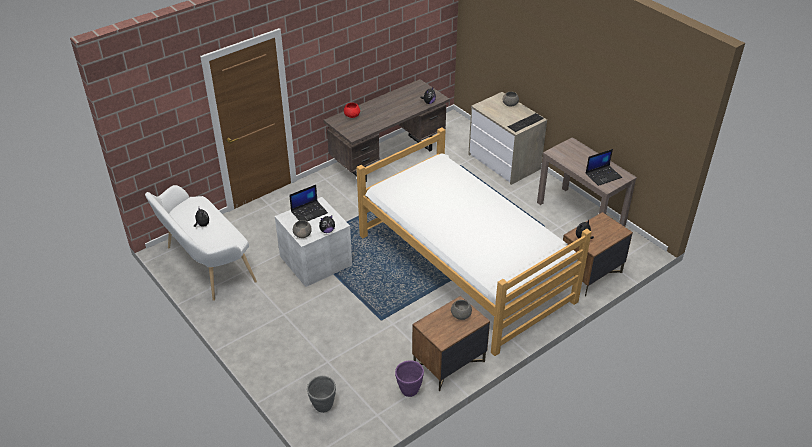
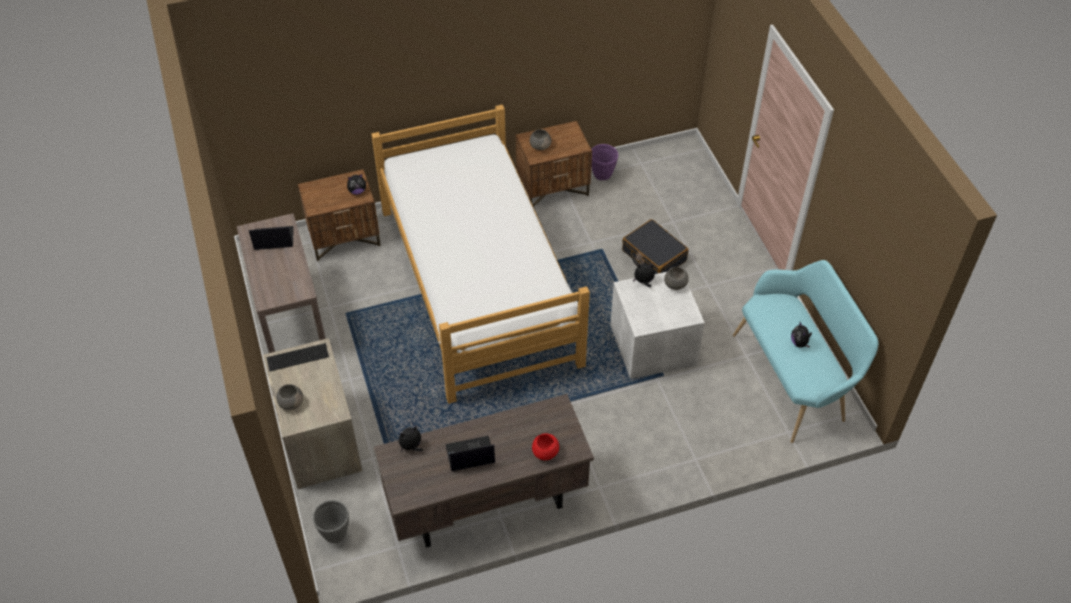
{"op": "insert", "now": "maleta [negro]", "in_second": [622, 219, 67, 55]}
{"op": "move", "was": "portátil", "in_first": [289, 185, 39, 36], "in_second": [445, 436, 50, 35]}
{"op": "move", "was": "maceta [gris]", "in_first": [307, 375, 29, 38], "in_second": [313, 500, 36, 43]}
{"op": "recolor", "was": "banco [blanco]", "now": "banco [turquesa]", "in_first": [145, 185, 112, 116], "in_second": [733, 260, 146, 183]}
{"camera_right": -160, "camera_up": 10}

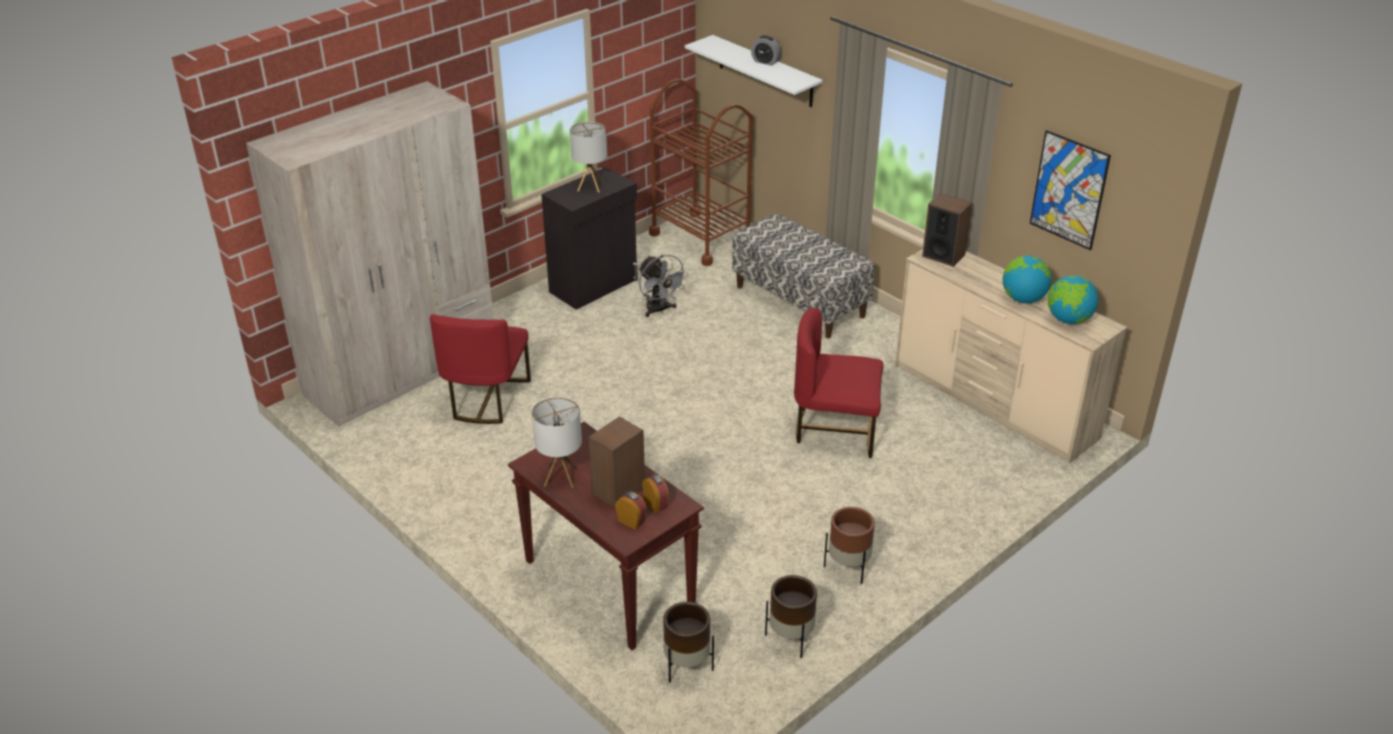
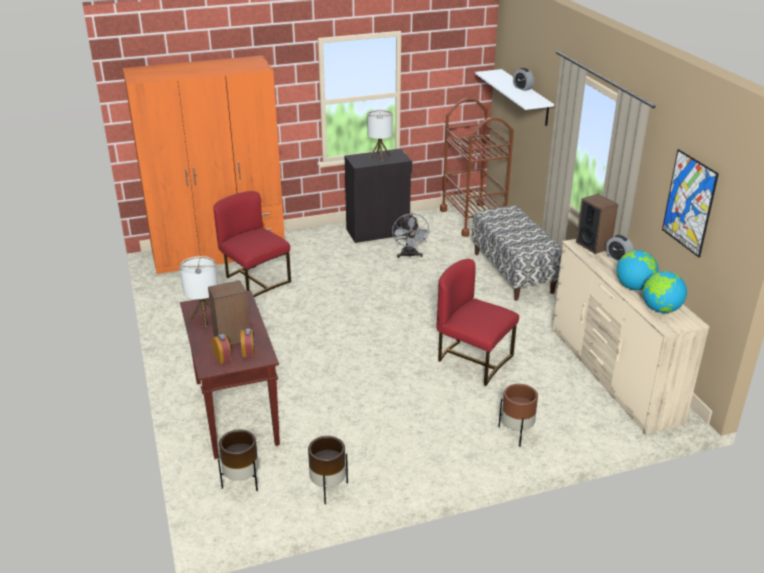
{"op": "insert", "now": "despertador", "in_second": [605, 235, 28, 26]}
{"op": "move", "was": "maceta [marrón]", "in_first": [824, 507, 51, 77], "in_second": [498, 384, 40, 63]}
{"op": "recolor", "was": "armario ropero [beis]", "now": "armario ropero [naranja]", "in_first": [246, 81, 248, 346], "in_second": [123, 55, 162, 219]}
{"op": "rotate", "was": "silla [rojo]", "in_first": [430, 314, 101, 110], "in_second": [214, 191, 77, 106], "clockwise": 105}
{"camera_right": 25, "camera_up": -5}

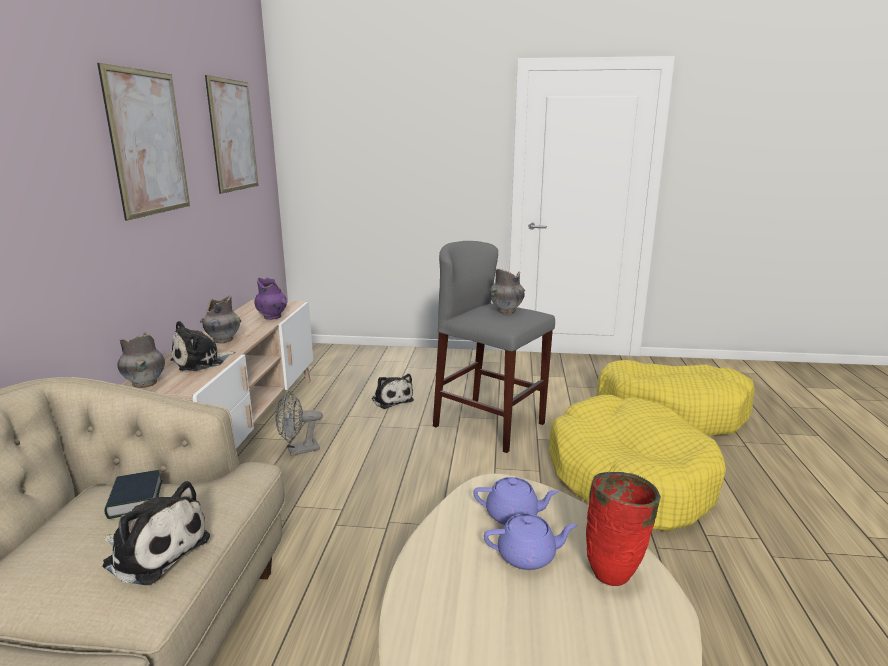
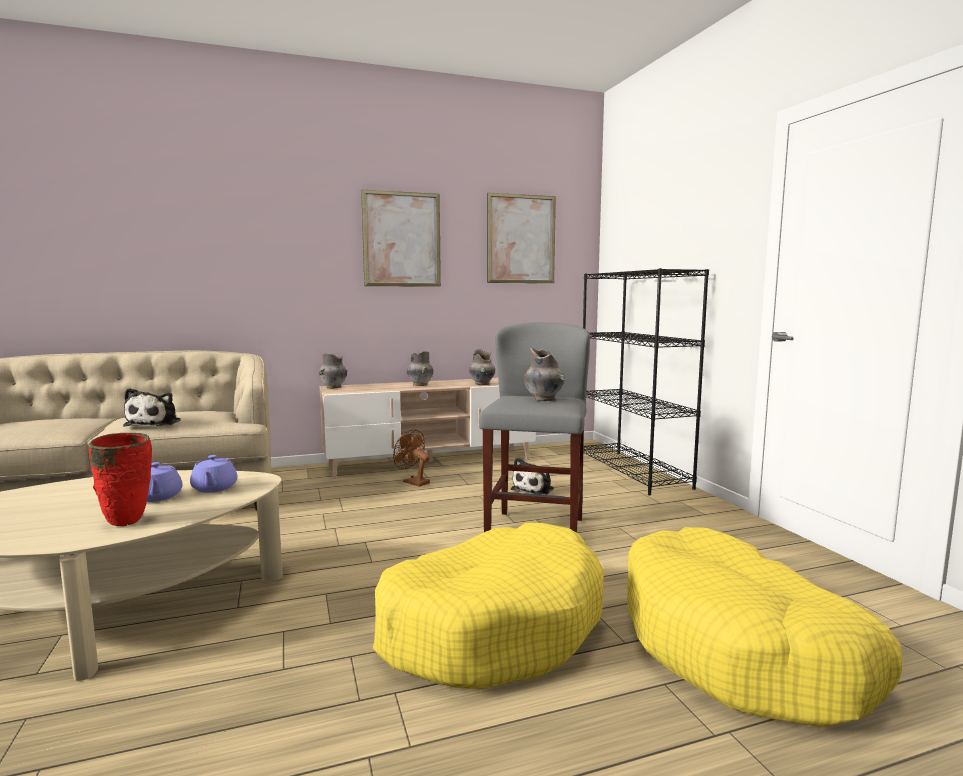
{"op": "delete", "was": "libro", "in_first": [104, 470, 59, 49]}
{"op": "delete", "was": "peluche", "in_first": [170, 321, 66, 50]}
{"op": "insert", "now": "estantería [negro]", "in_second": [583, 268, 126, 227]}
{"op": "recolor", "was": "florero [morado]", "now": "florero [gris]", "in_first": [254, 278, 33, 42], "in_second": [469, 349, 26, 36]}
{"op": "recolor", "was": "ventilador [gris]", "now": "ventilador [marrón]", "in_first": [275, 391, 48, 65], "in_second": [393, 429, 37, 58]}
{"camera_right": 65, "camera_up": -10}

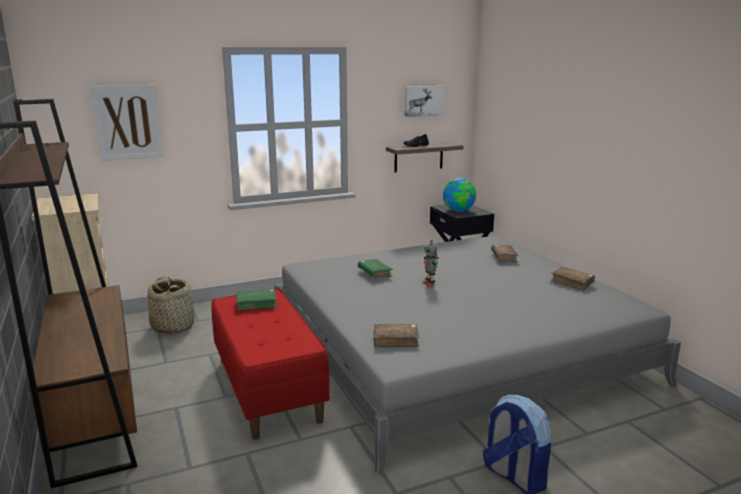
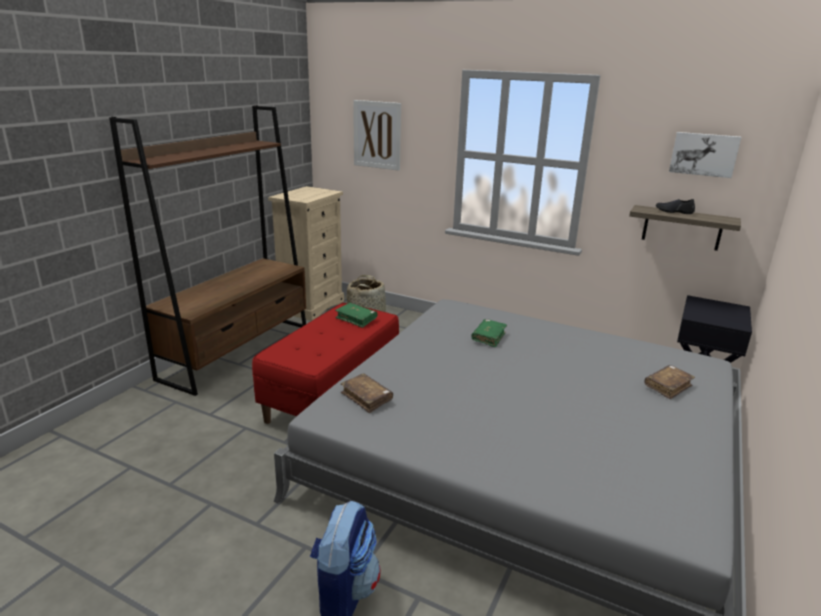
{"op": "delete", "was": "robot de juguete", "in_first": [423, 240, 16, 47]}
{"op": "delete", "was": "globo terráqueo", "in_first": [443, 178, 33, 34]}
{"op": "delete", "was": "libro [marrón]", "in_first": [551, 267, 44, 24]}
{"camera_right": 50, "camera_up": 5}

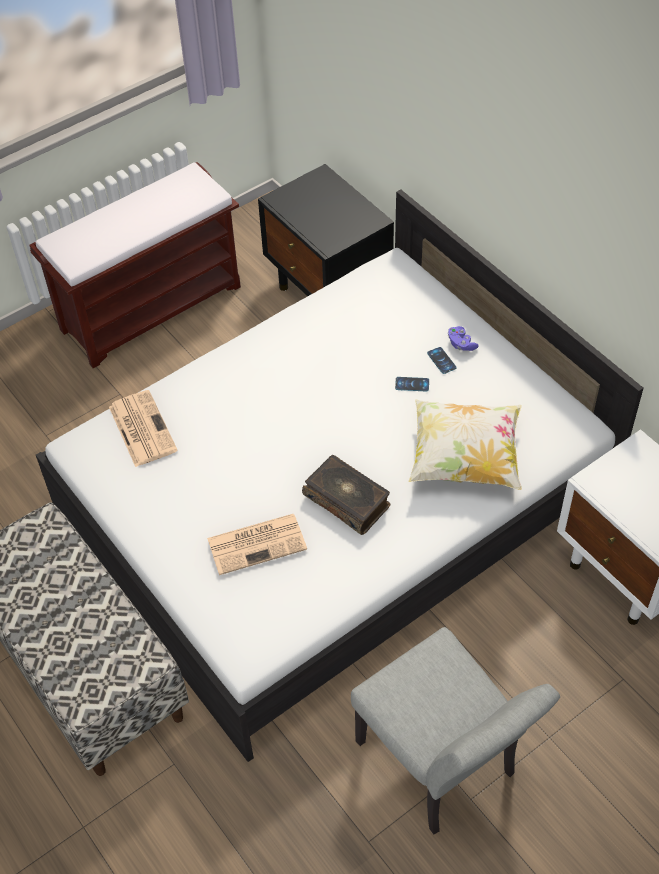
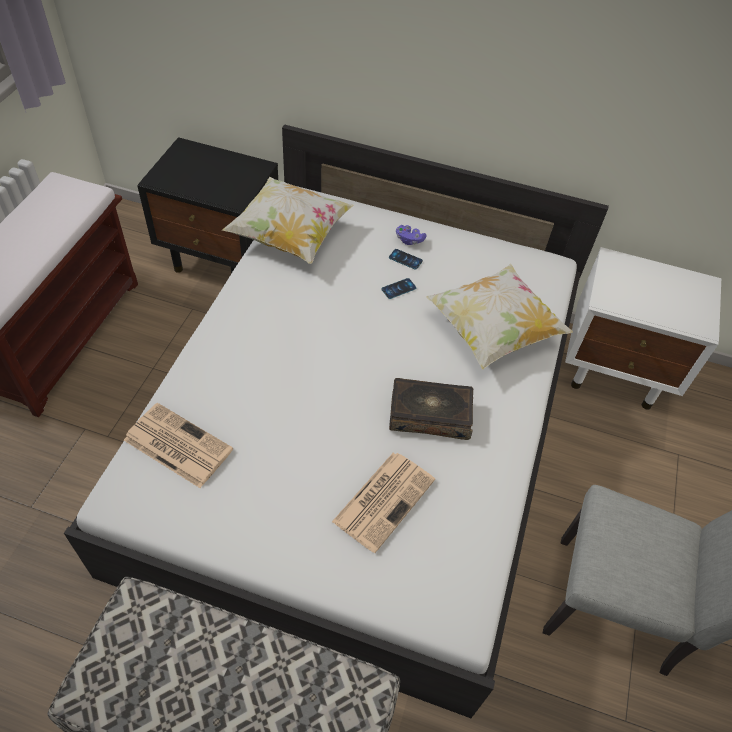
{"op": "insert", "now": "cojín", "in_second": [222, 177, 132, 87]}
{"camera_right": -40, "camera_up": 0}

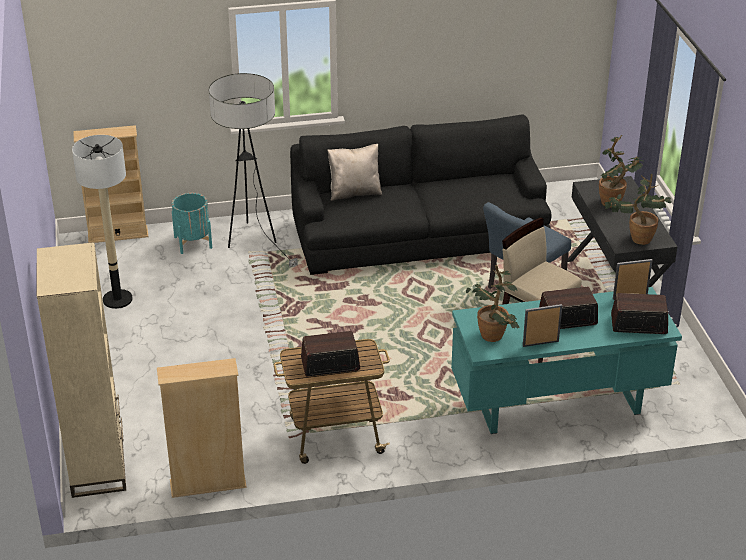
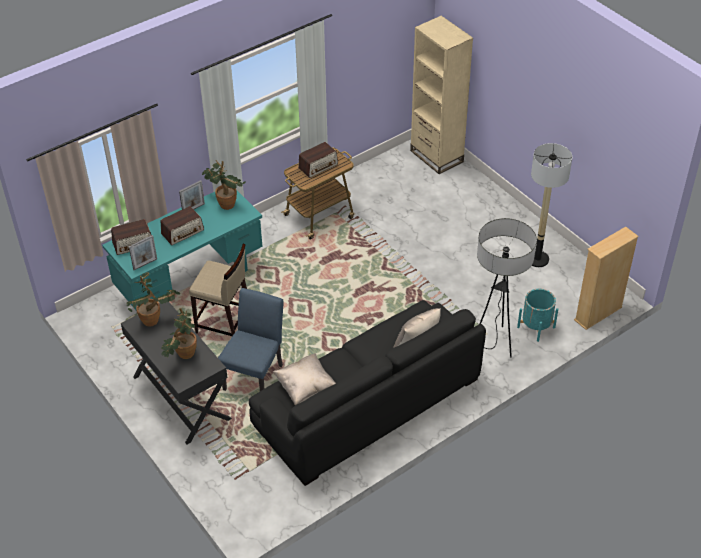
{"op": "delete", "was": "estantería [beis]", "in_first": [157, 358, 90, 140]}
{"op": "insert", "now": "cojín [beis]", "in_second": [273, 353, 63, 52]}
{"camera_right": 155, "camera_up": 10}

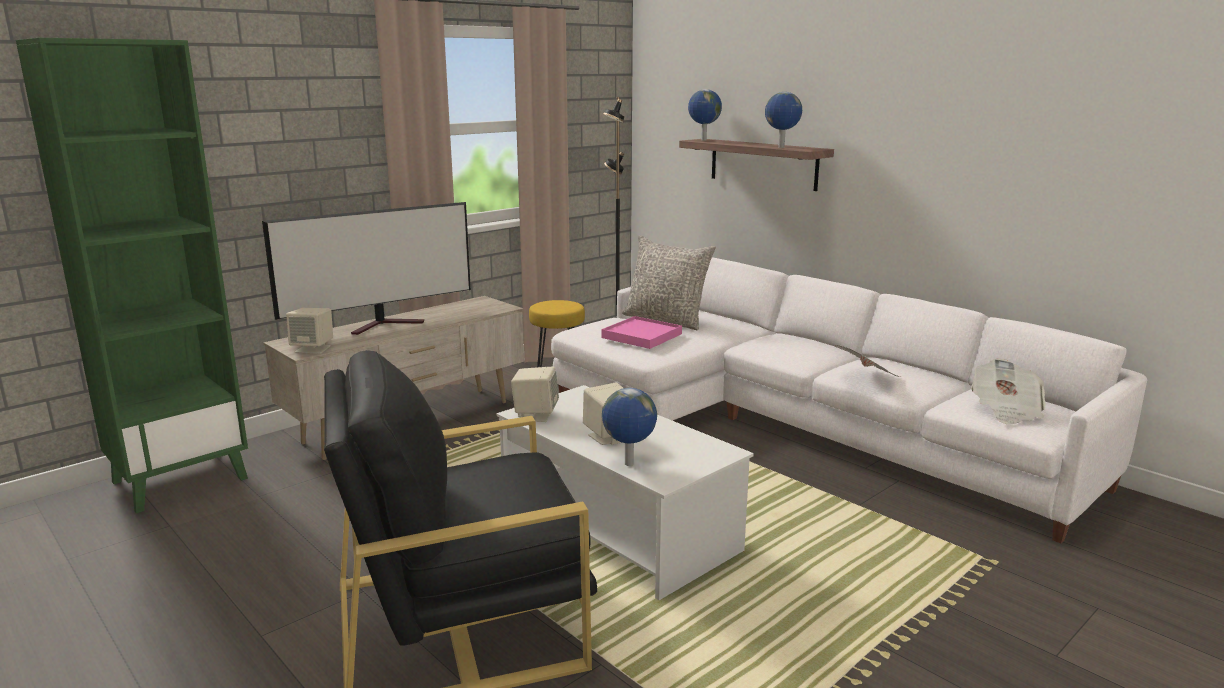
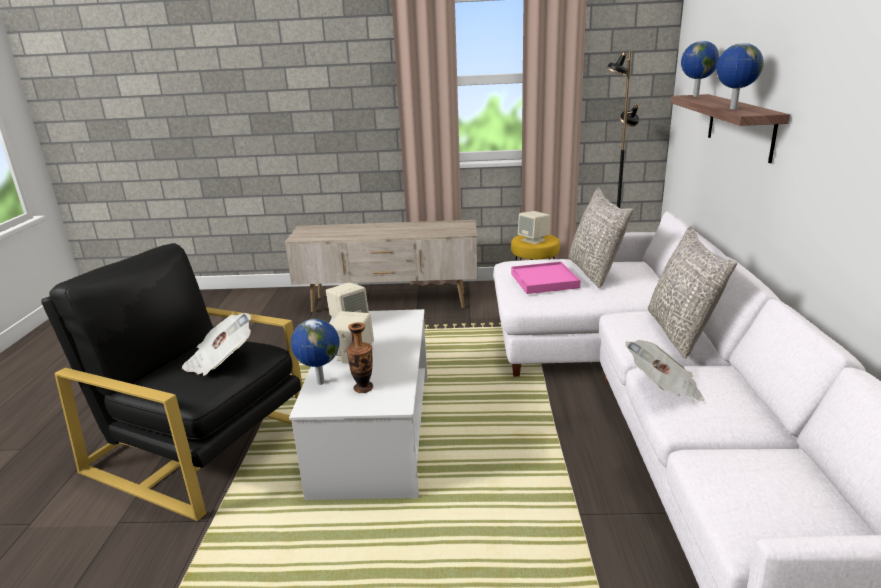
{"op": "delete", "was": "estantería [verde]", "in_first": [16, 38, 232, 475]}
{"op": "delete", "was": "televisor", "in_first": [262, 202, 209, 133]}
{"op": "insert", "now": "florero", "in_second": [346, 323, 27, 70]}
{"op": "insert", "now": "cojín [gris]", "in_second": [648, 226, 89, 133]}
{"op": "move", "was": "altavoz [beis]", "in_first": [286, 308, 47, 46], "in_second": [518, 211, 32, 33]}
{"op": "move", "was": "periódico", "in_first": [971, 358, 75, 66], "in_second": [182, 313, 70, 63]}
{"camera_right": 45, "camera_up": 5}

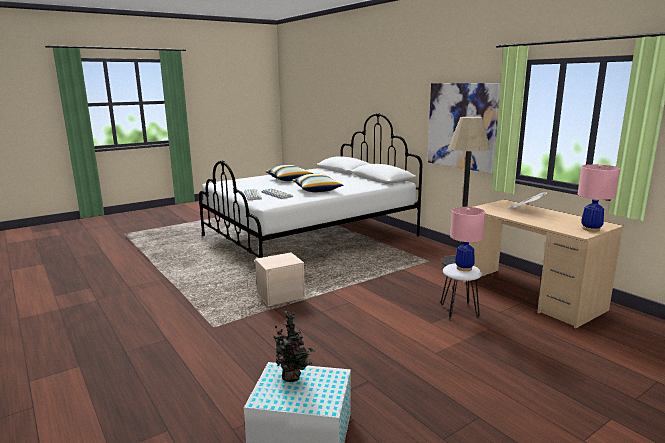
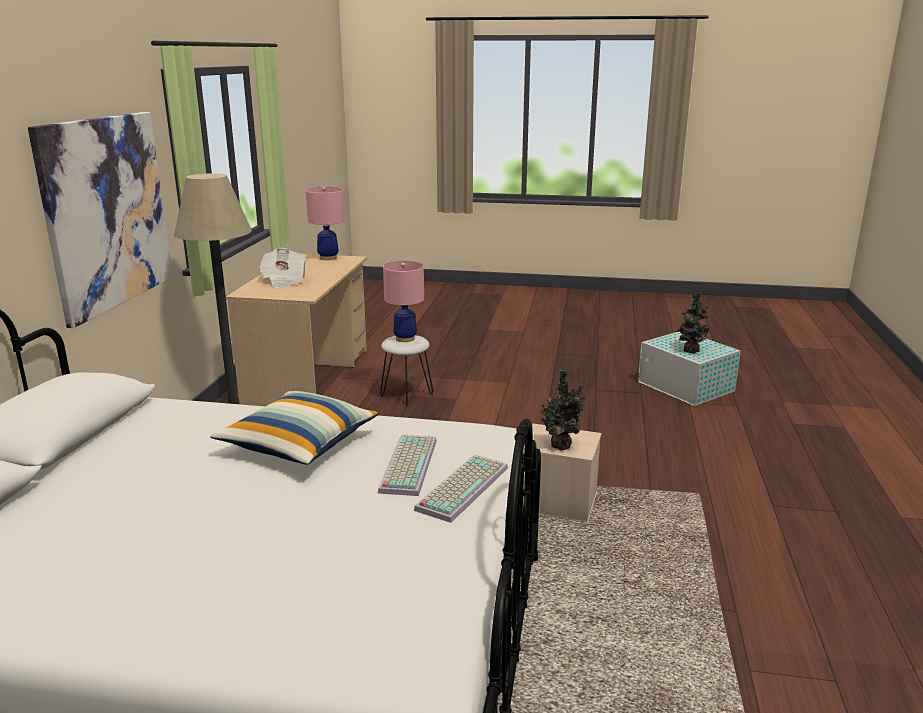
{"op": "delete", "was": "cojín", "in_first": [265, 165, 48, 16]}
{"op": "insert", "now": "planta en maceta", "in_second": [539, 369, 47, 81]}
{"camera_right": -135, "camera_up": 5}

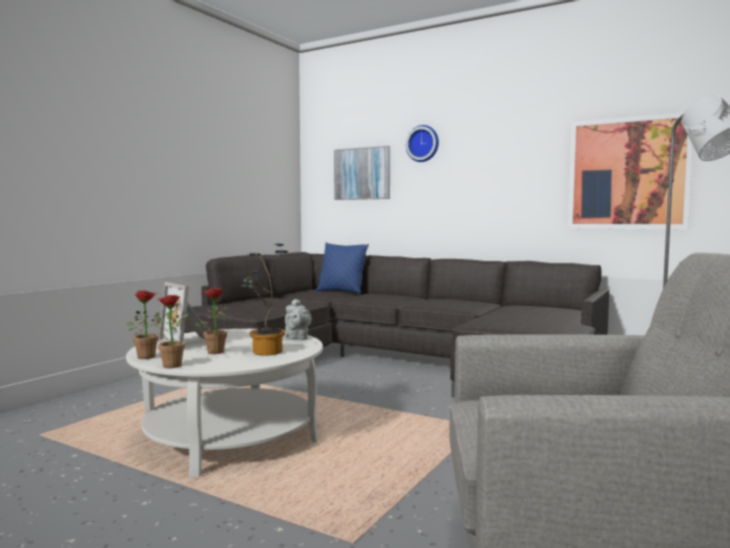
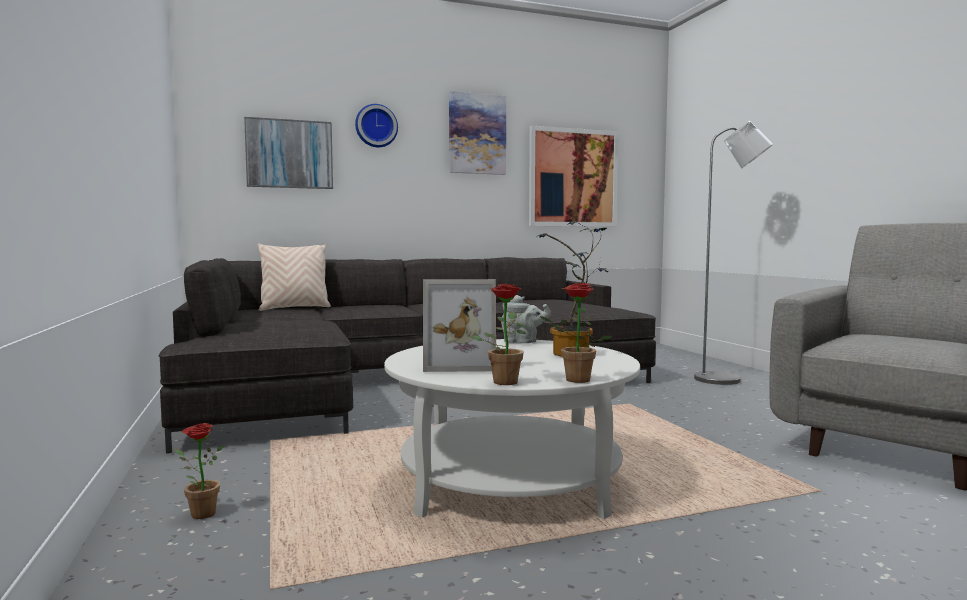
{"op": "insert", "now": "cuadro", "in_second": [449, 91, 57, 84]}
{"op": "move", "was": "planta en maceta", "in_first": [194, 288, 34, 66], "in_second": [174, 423, 50, 96]}
{"op": "recolor", "was": "cojín [azul]", "now": "cojín [beis]", "in_first": [316, 242, 53, 51], "in_second": [257, 243, 74, 68]}
{"camera_right": -50, "camera_up": 0}

